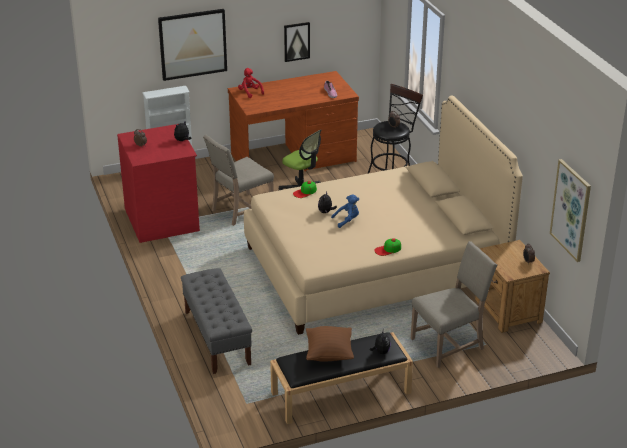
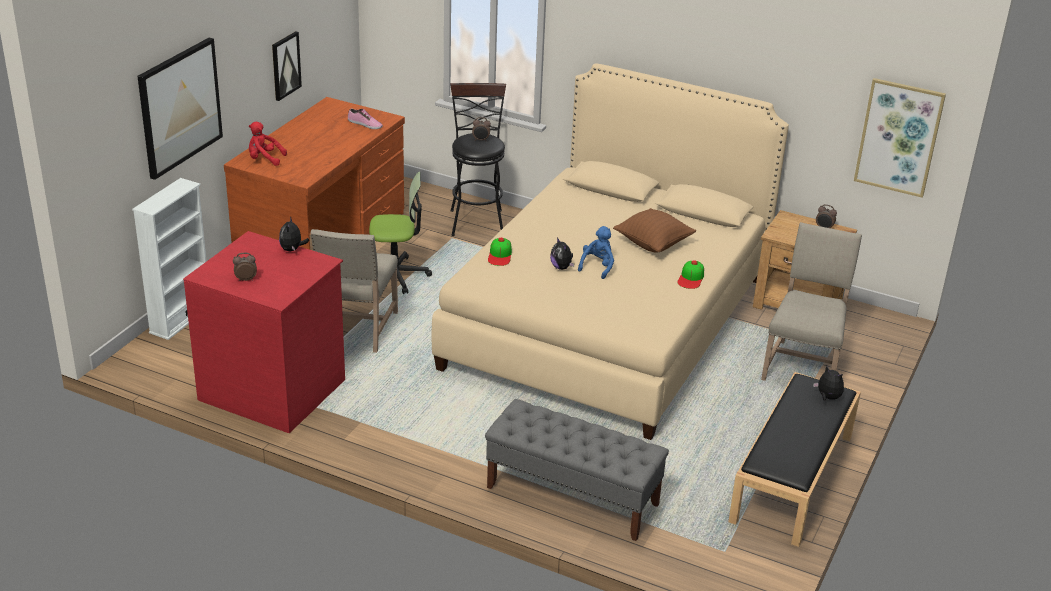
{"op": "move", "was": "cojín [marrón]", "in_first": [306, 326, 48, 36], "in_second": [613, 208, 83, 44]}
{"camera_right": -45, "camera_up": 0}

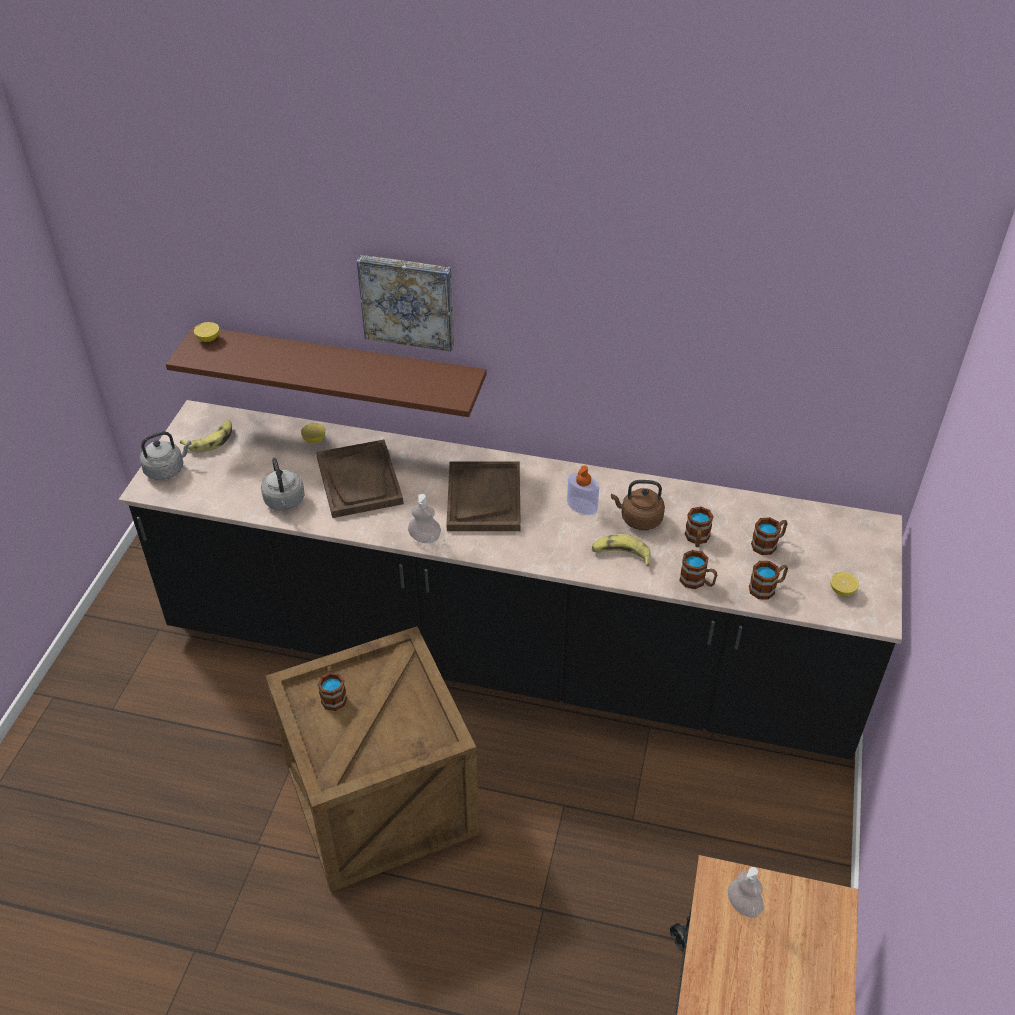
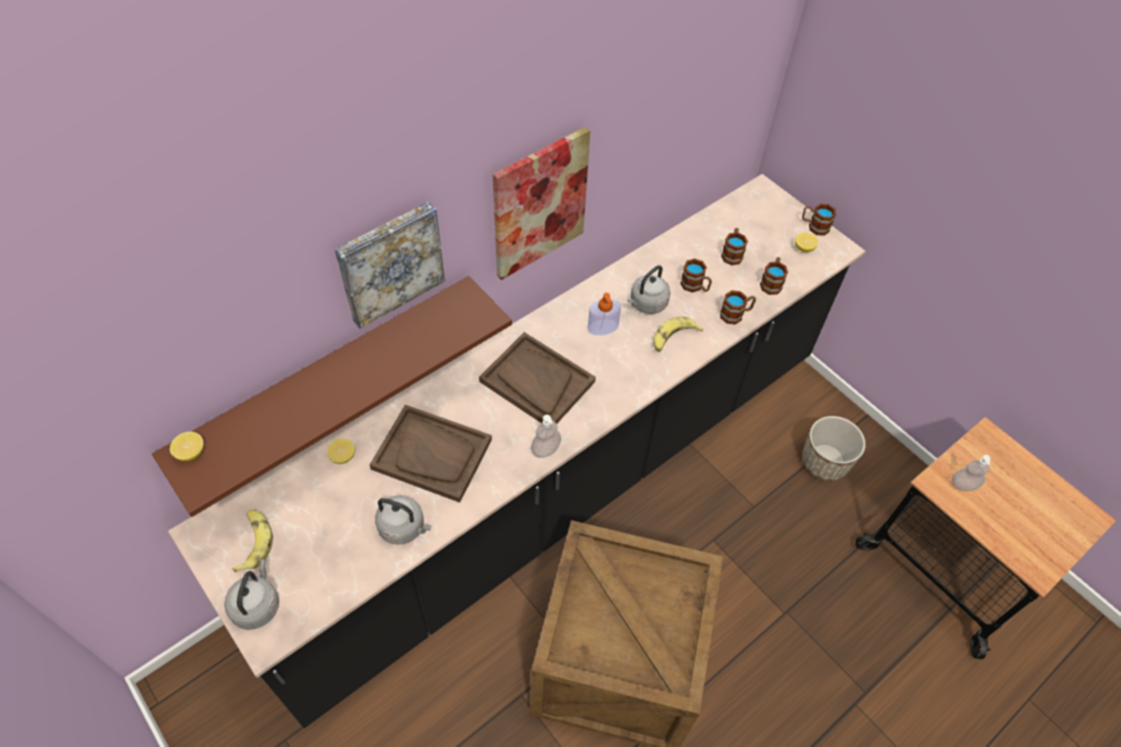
{"op": "insert", "now": "cuadro", "in_second": [493, 127, 97, 153]}
{"op": "insert", "now": "maceta", "in_second": [802, 416, 64, 65]}
{"op": "move", "was": "taza grande", "in_first": [318, 666, 29, 45], "in_second": [802, 204, 34, 32]}
{"op": "recolor", "was": "hervidor [marrón]", "now": "hervidor [gris]", "in_first": [611, 480, 54, 50], "in_second": [628, 265, 42, 49]}
{"camera_right": -55, "camera_up": 10}

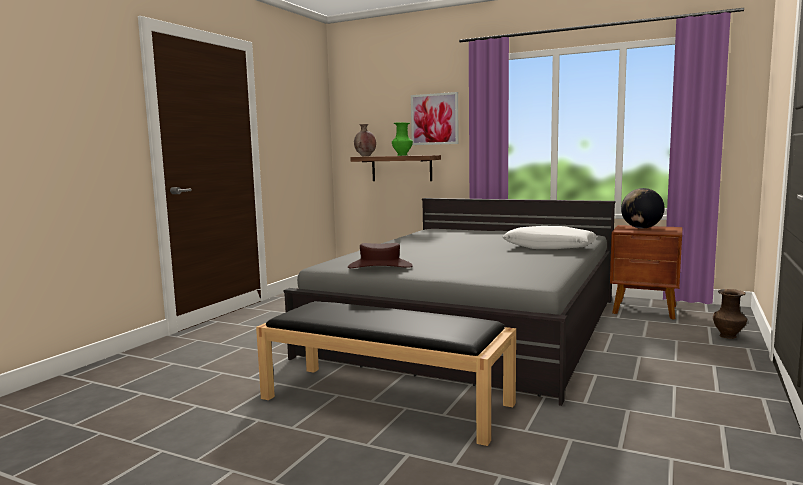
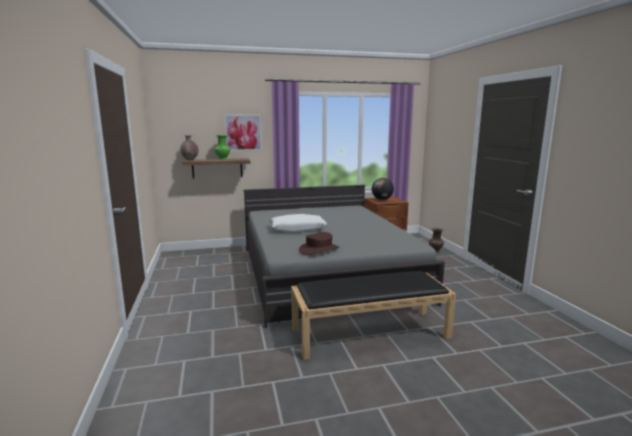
{"op": "move", "was": "cojín [blanco]", "in_first": [503, 226, 94, 23], "in_second": [269, 214, 58, 19]}
{"camera_right": -40, "camera_up": 5}

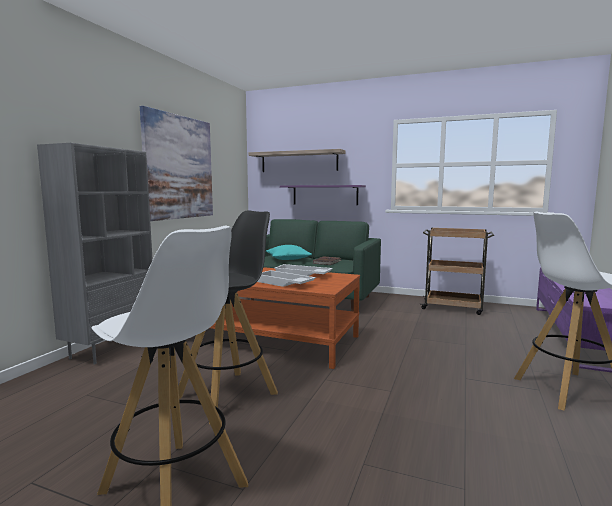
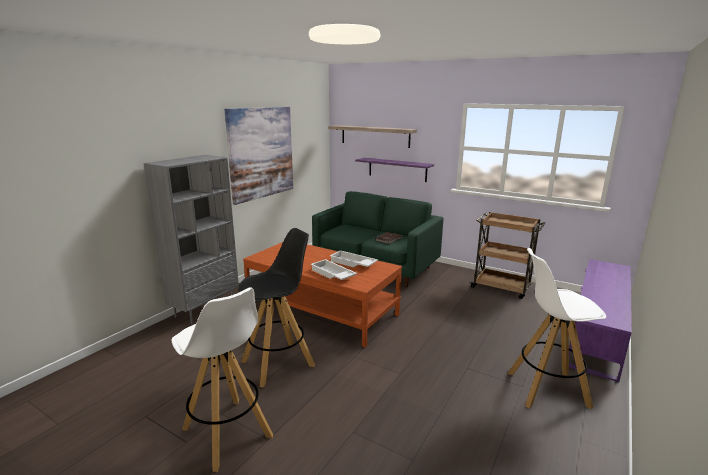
{"op": "delete", "was": "cojín [turquesa]", "in_first": [266, 245, 46, 15]}
{"camera_right": 10, "camera_up": 10}

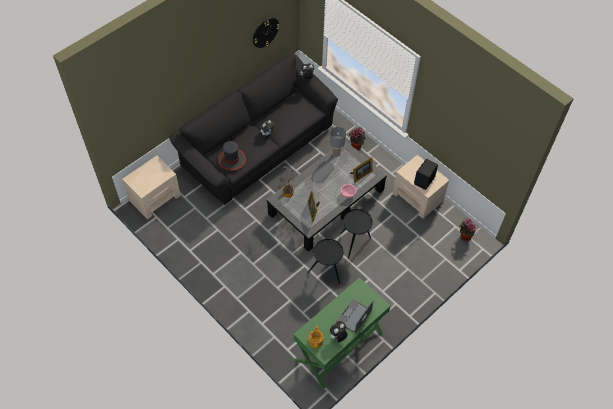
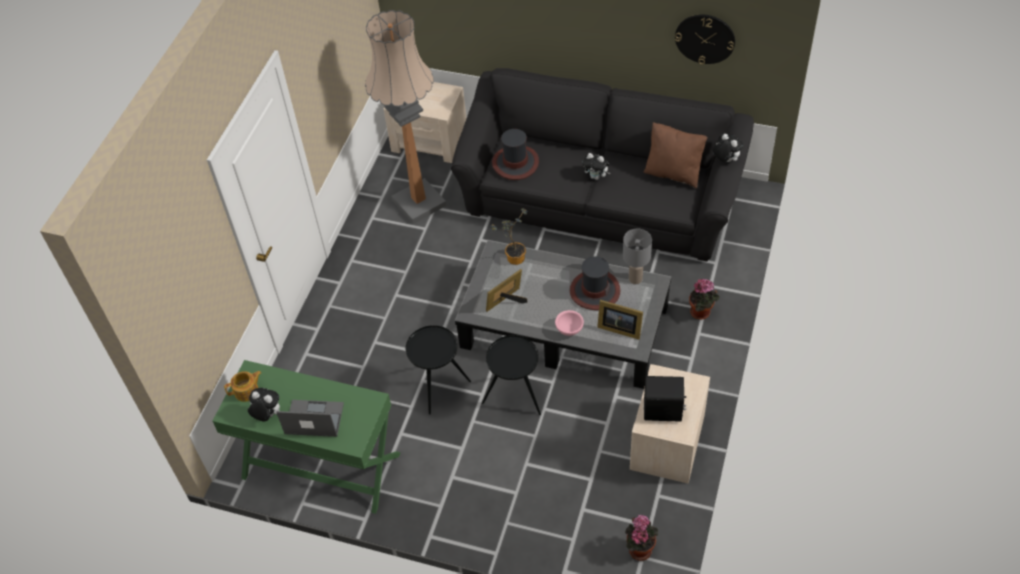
{"op": "insert", "now": "lámpara de pie", "in_second": [365, 10, 82, 214]}
{"op": "insert", "now": "sombrero", "in_second": [570, 256, 50, 54]}
{"op": "insert", "now": "cojín [marrón]", "in_second": [643, 122, 65, 66]}
{"camera_right": 65, "camera_up": -5}

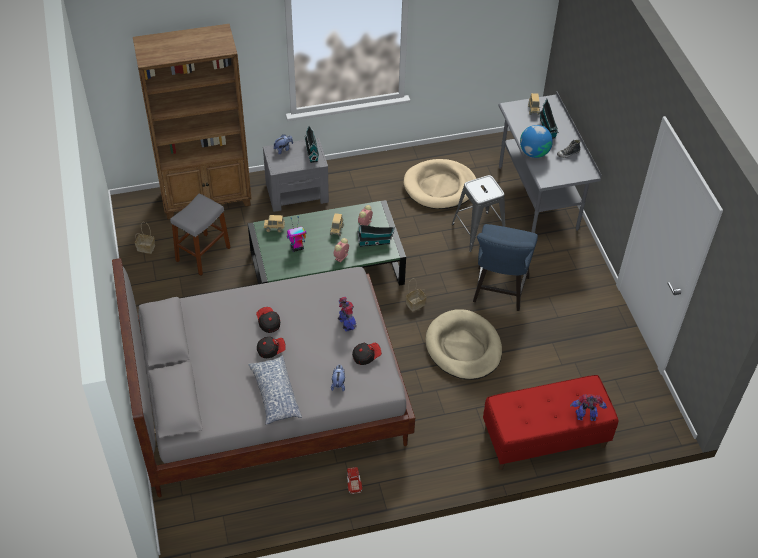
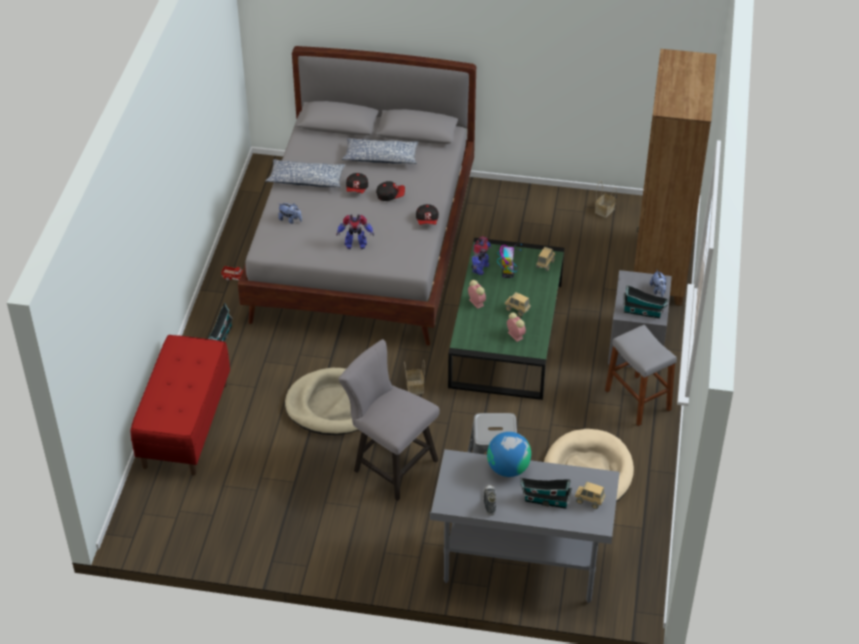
{"op": "insert", "now": "cojín", "in_second": [342, 138, 77, 26]}
{"op": "move", "was": "taburete [gris]", "in_first": [170, 193, 61, 82], "in_second": [605, 325, 72, 101]}
{"op": "move", "was": "gorra", "in_first": [352, 343, 30, 22], "in_second": [416, 204, 23, 21]}
{"op": "move", "was": "casita", "in_first": [357, 225, 38, 22], "in_second": [208, 303, 25, 38]}
{"op": "move", "was": "robot de juguete", "in_first": [570, 395, 37, 26], "in_second": [471, 236, 21, 39]}
{"op": "recolor", "was": "silla [azul]", "now": "silla [gris]", "in_first": [473, 224, 65, 87], "in_second": [338, 339, 102, 162]}
{"camera_right": 115, "camera_up": -5}

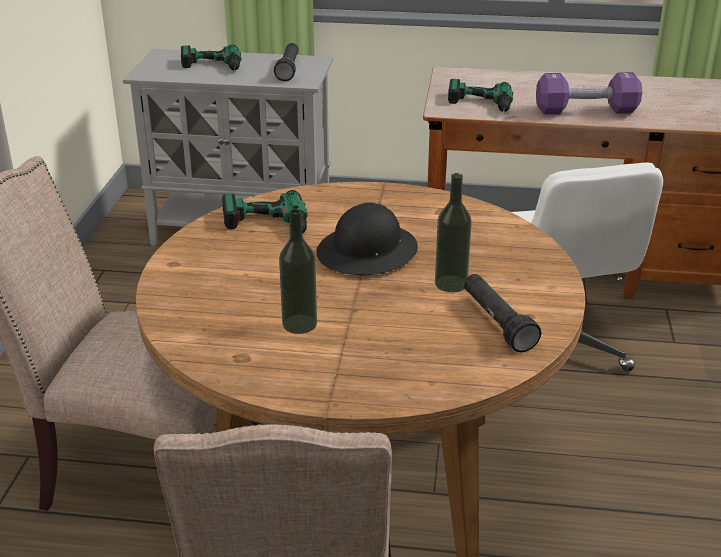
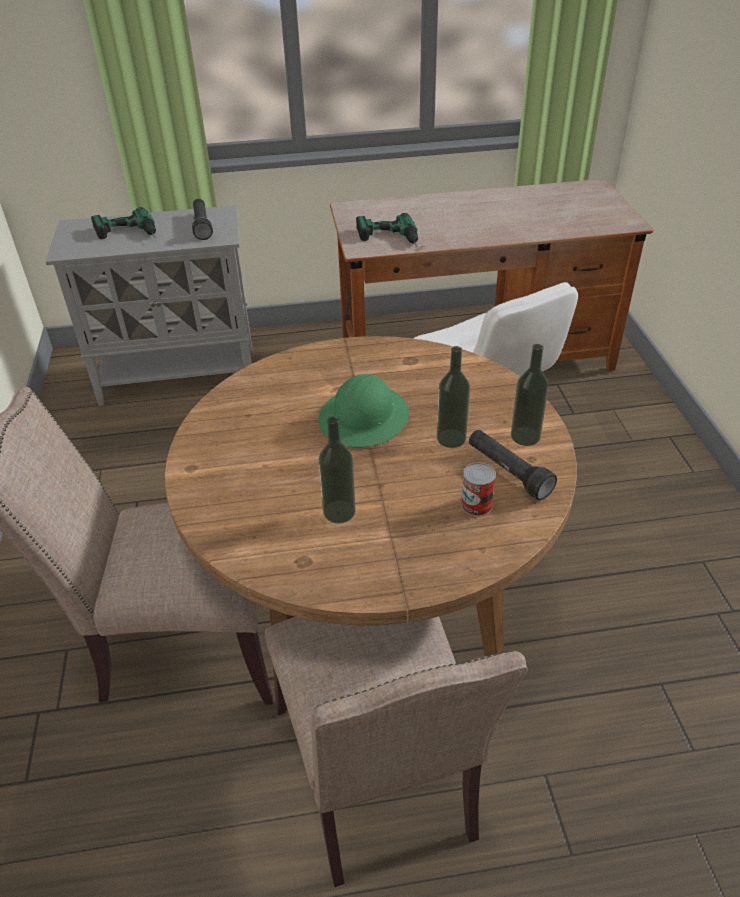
{"op": "delete", "was": "taladro", "in_first": [222, 190, 86, 43]}
{"op": "delete", "was": "mancuerna [morado]", "in_first": [536, 72, 106, 42]}
{"op": "insert", "now": "lata", "in_second": [461, 462, 35, 54]}
{"op": "insert", "now": "botella", "in_second": [511, 344, 37, 102]}
{"op": "recolor", "was": "casco [negro]", "now": "casco [verde]", "in_first": [316, 202, 102, 73], "in_second": [318, 374, 91, 73]}
{"camera_right": -15, "camera_up": 10}

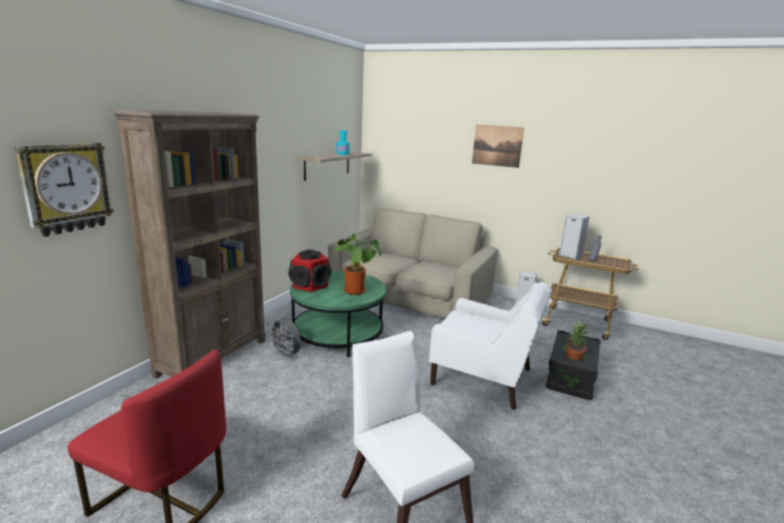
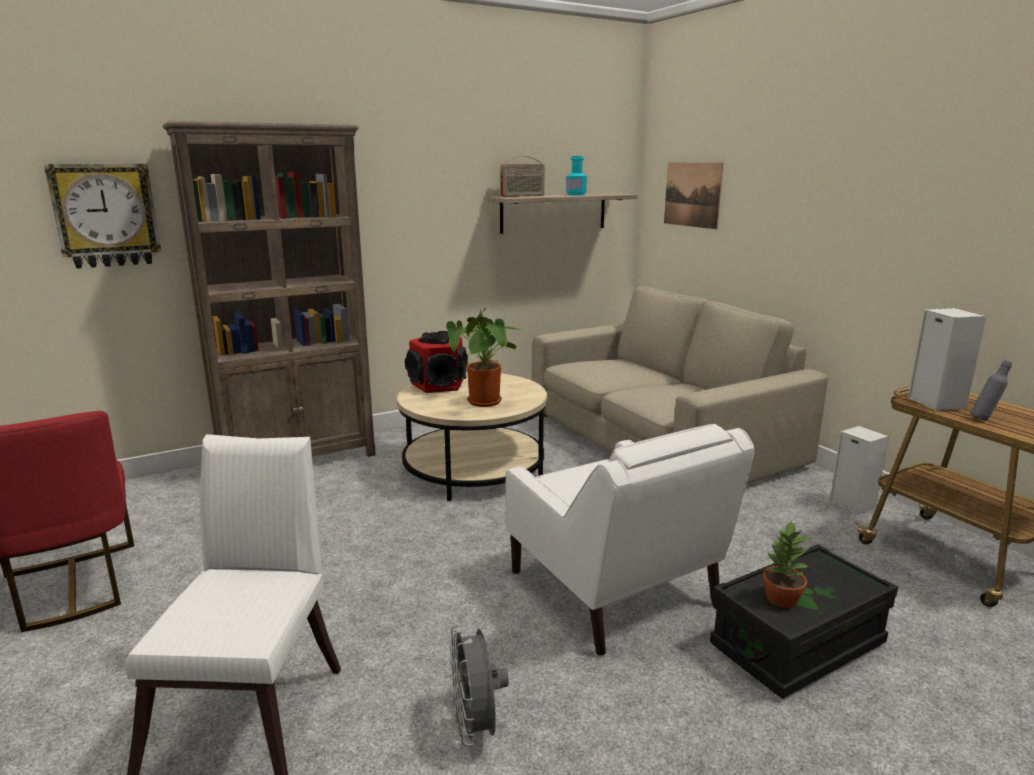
{"op": "insert", "now": "radio", "in_second": [500, 156, 45, 41]}
{"op": "move", "was": "ventilador [gris]", "in_first": [268, 317, 33, 43], "in_second": [449, 625, 60, 121]}
{"op": "move", "was": "cuadro", "in_first": [472, 125, 52, 43], "in_second": [664, 162, 59, 67]}
{"op": "recolor", "was": "mesa de centro [verde]", "now": "mesa de centro [beis]", "in_first": [290, 271, 96, 86], "in_second": [397, 372, 150, 129]}
{"camera_right": 35, "camera_up": 0}

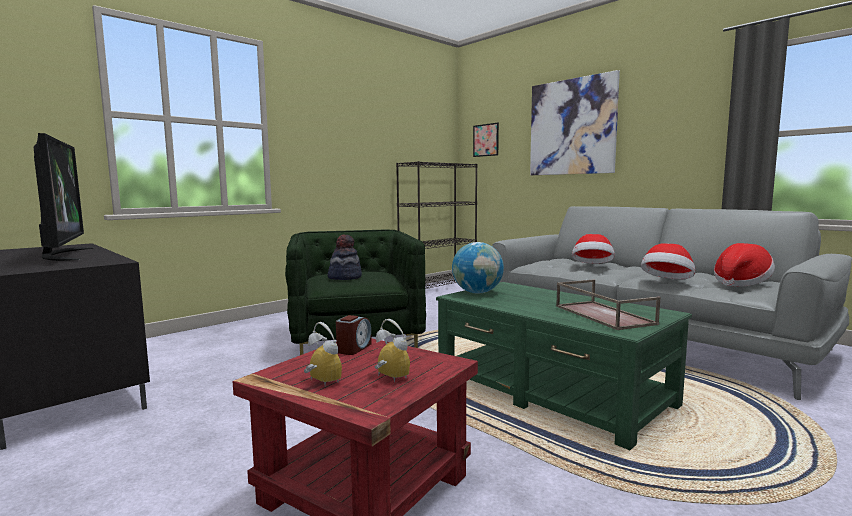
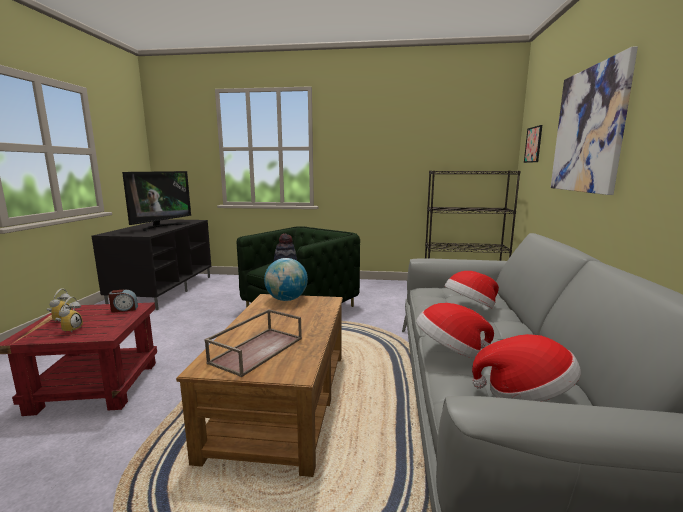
{"op": "recolor", "was": "mesa de centro [verde]", "now": "mesa de centro [marrón]", "in_first": [436, 282, 256, 168], "in_second": [176, 294, 167, 183]}
{"camera_right": 50, "camera_up": 5}

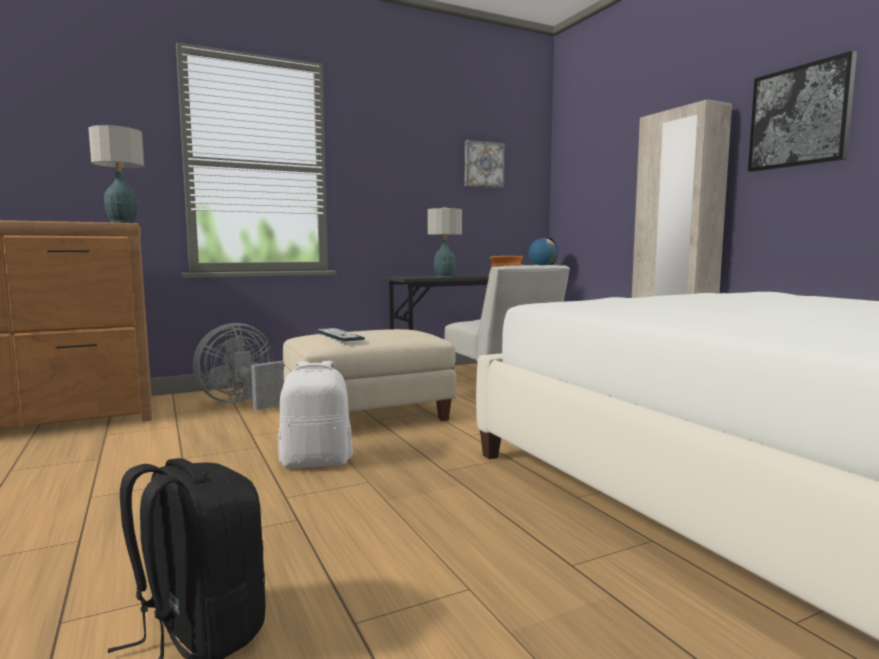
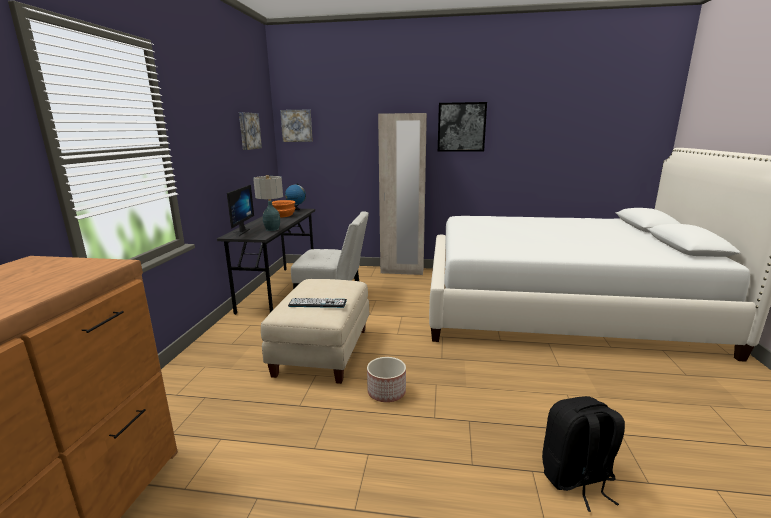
{"op": "delete", "was": "lámpara de mesa", "in_first": [89, 125, 55, 98]}
{"op": "delete", "was": "ventilador [gris]", "in_first": [193, 323, 92, 87]}
{"op": "insert", "now": "monitor", "in_second": [227, 185, 27, 51]}
{"op": "insert", "now": "cuadro", "in_second": [280, 109, 33, 33]}
{"op": "replace", "was": "mochila [blanco]", "now": "maceta", "in_first": [278, 361, 75, 107], "in_second": [367, 357, 39, 45]}
{"camera_right": -55, "camera_up": 10}

